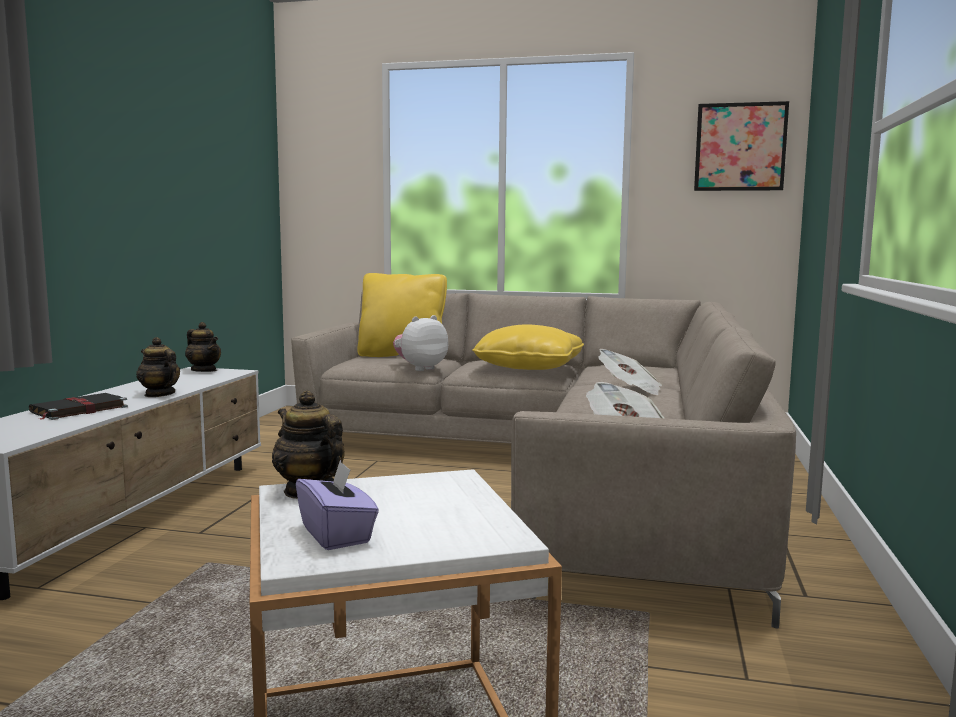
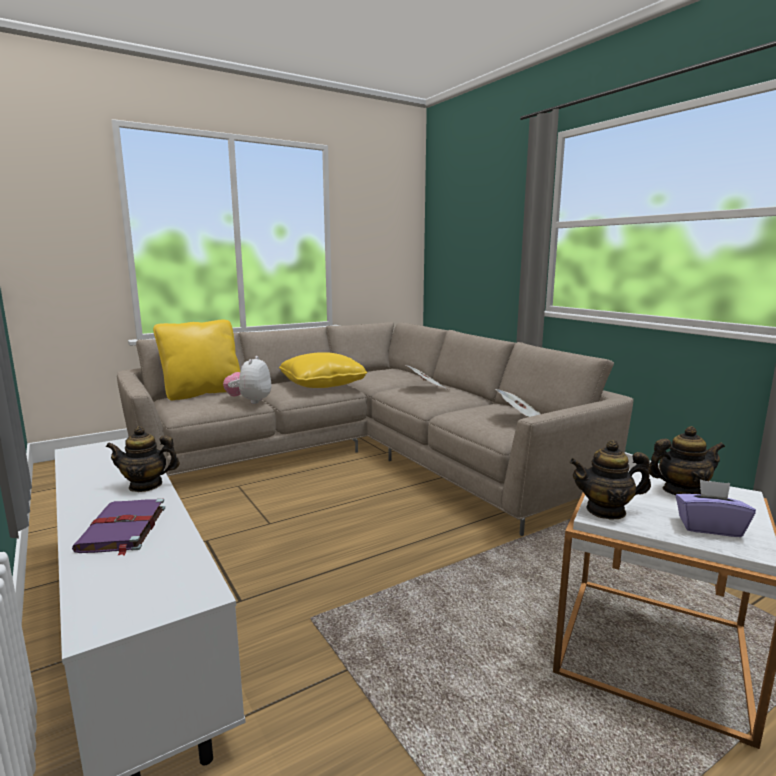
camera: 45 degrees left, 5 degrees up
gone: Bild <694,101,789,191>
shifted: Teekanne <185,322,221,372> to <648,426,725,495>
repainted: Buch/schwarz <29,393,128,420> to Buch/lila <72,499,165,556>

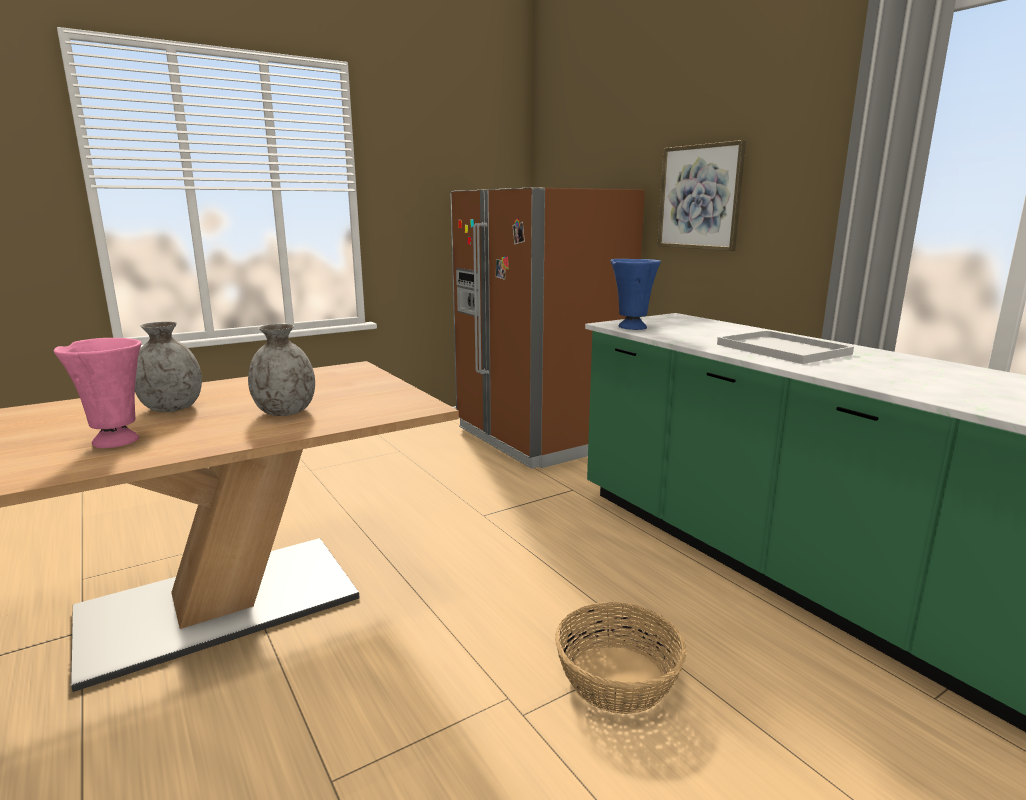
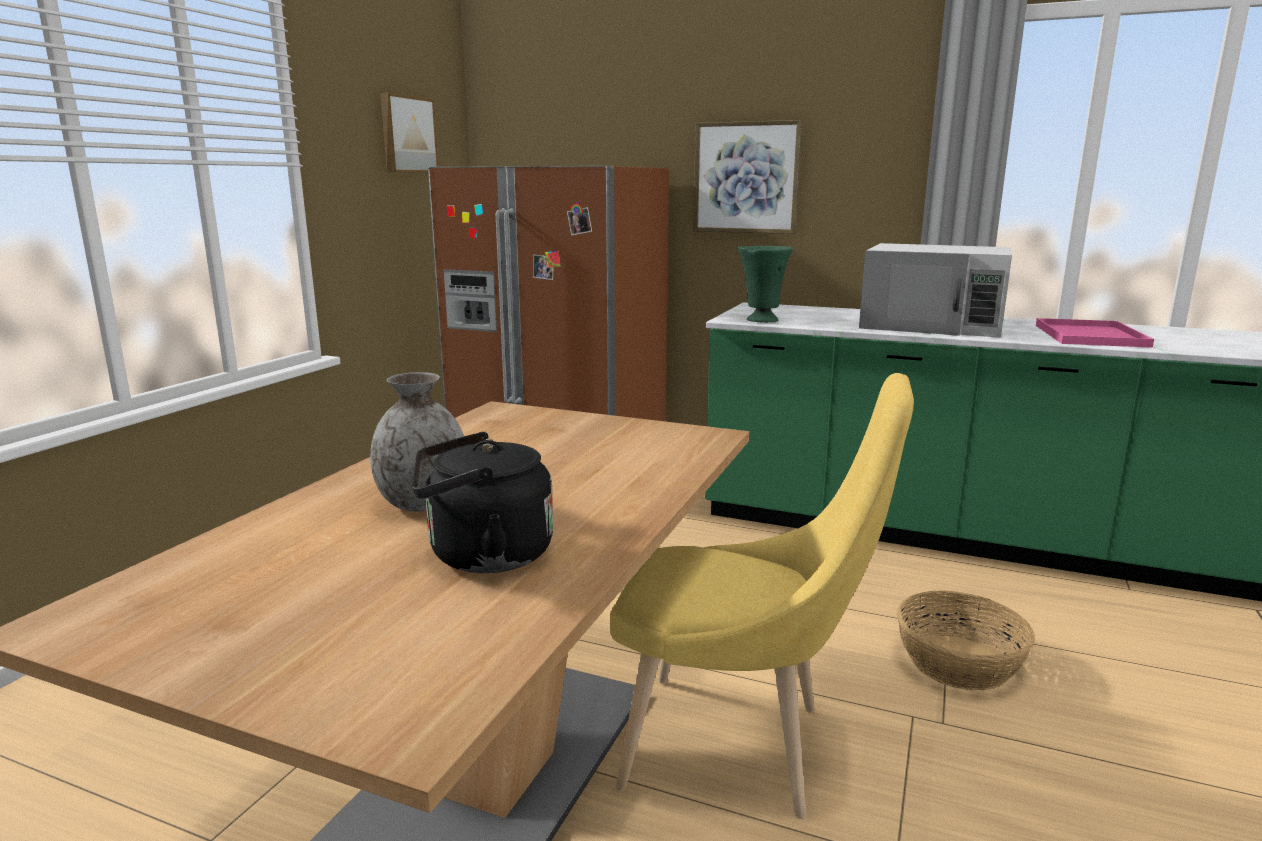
camera: 35 degrees left, 0 degrees up
gone: Vase/grau <248,324,315,416>
new: Bild <380,93,438,173>; Stuhl/gelb <609,373,914,819>; Tablett/rosa <1036,318,1154,348>
swapped: Vase/rosa <54,338,142,448> to Wasserkessel/schwarz <412,432,553,573>; Tablett/weiß <717,330,854,364> to Mikrowelle/weiß <859,243,1012,338>
repainted: Vase/blau <611,259,661,330> to Vase/grün <738,246,793,323>

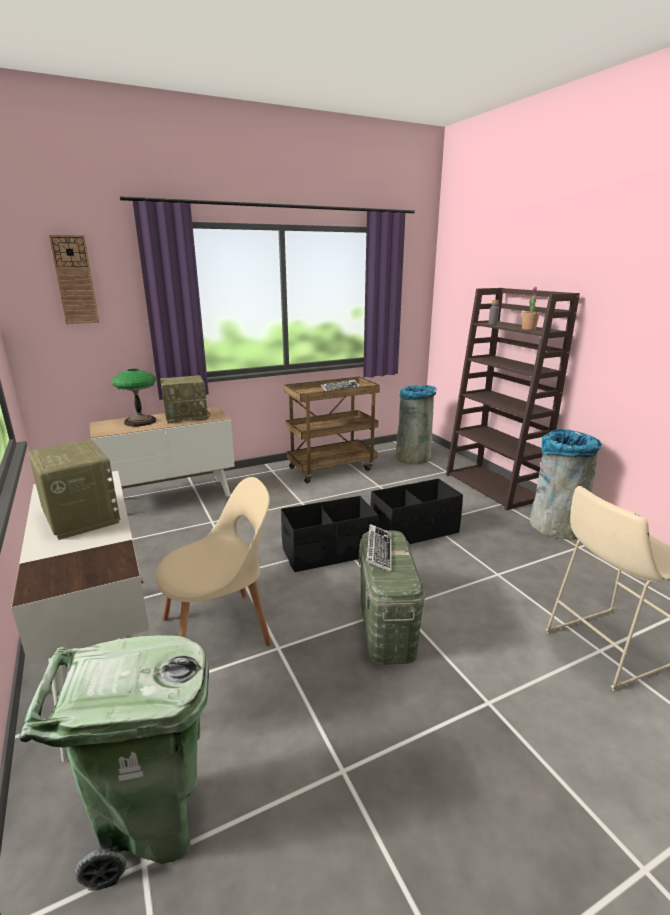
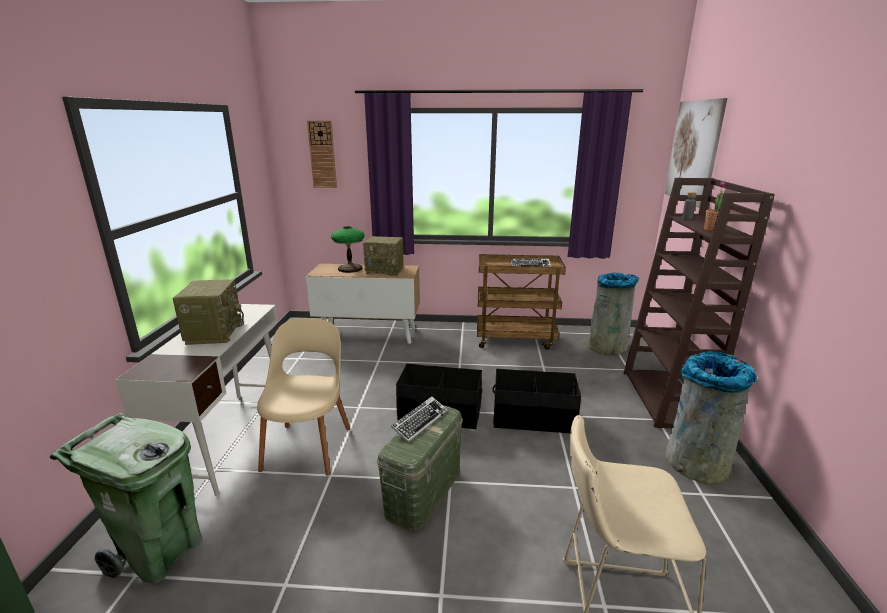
camera: 30 degrees right, 0 degrees up
new: Bild <665,98,728,208>
rotated: Stuhl/beige <156,477,271,646> = <257,318,350,476> 90 degrees counterclockwise

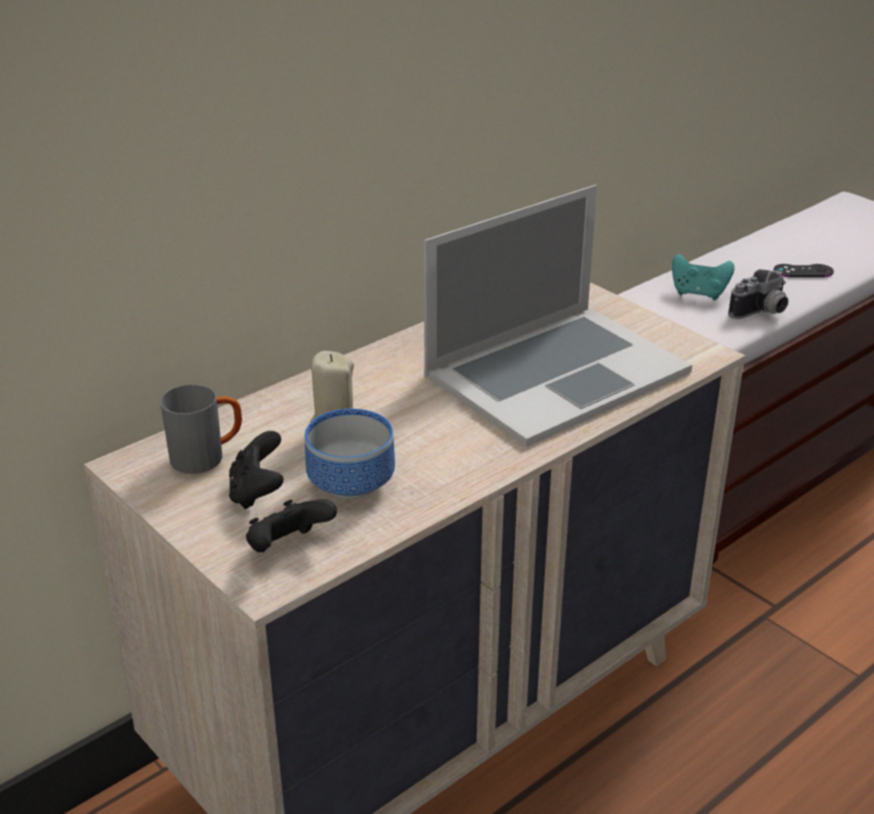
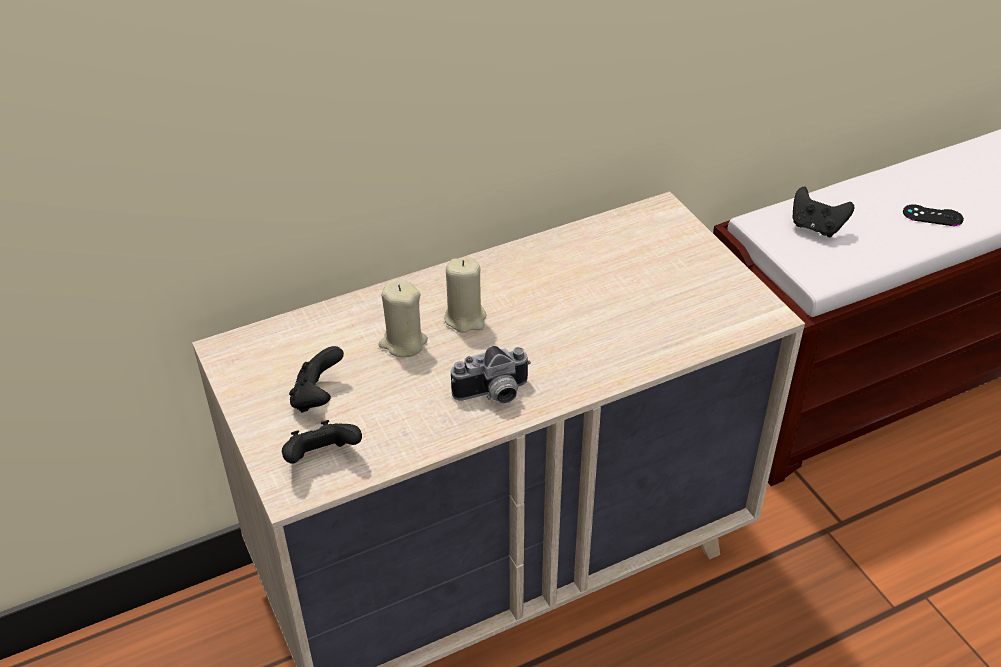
camera: 15 degrees right, 10 degrees up
gone: Henkelbecher/grau <160,384,242,474>; Schüssel <305,409,395,499>; Laptop <424,185,692,447>
new: Kerze/beige <444,257,487,333>
shifted: Kamera <728,269,788,319> to <451,346,531,403>
repainted: Gamepad/türkis <672,254,735,300> to Gamepad/schwarz <793,187,854,237>

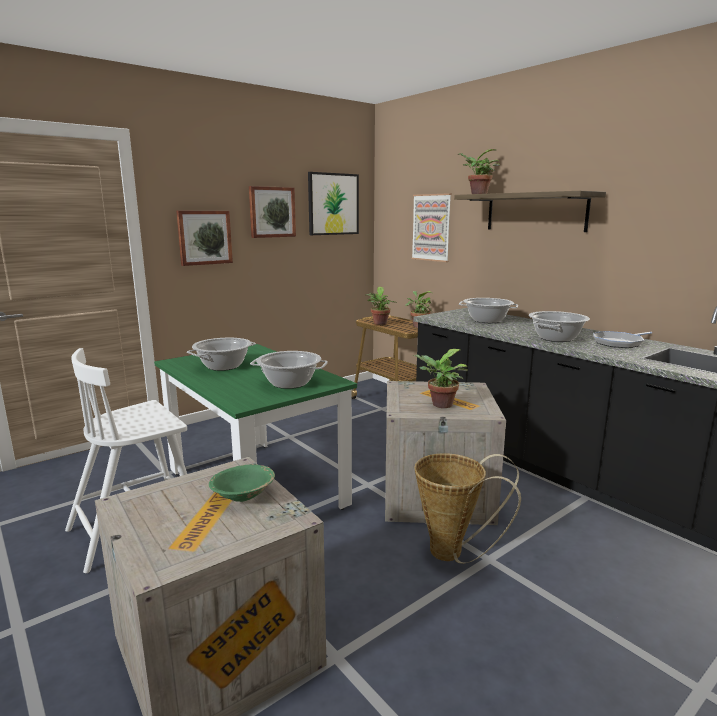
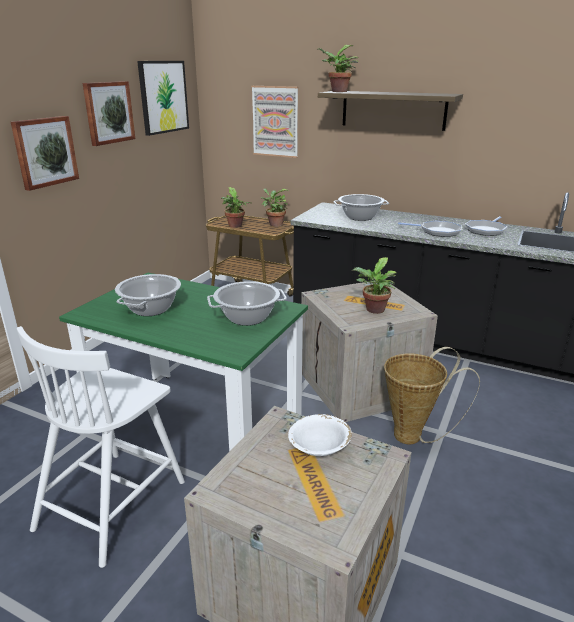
camera: 25 degrees left, 10 degrees up
swapped: Kochtopf <529,311,590,342> to Pfanne <398,221,462,237>
repainted: Schüssel/grün <209,464,275,502> to Schüssel/weiß <288,414,352,456>

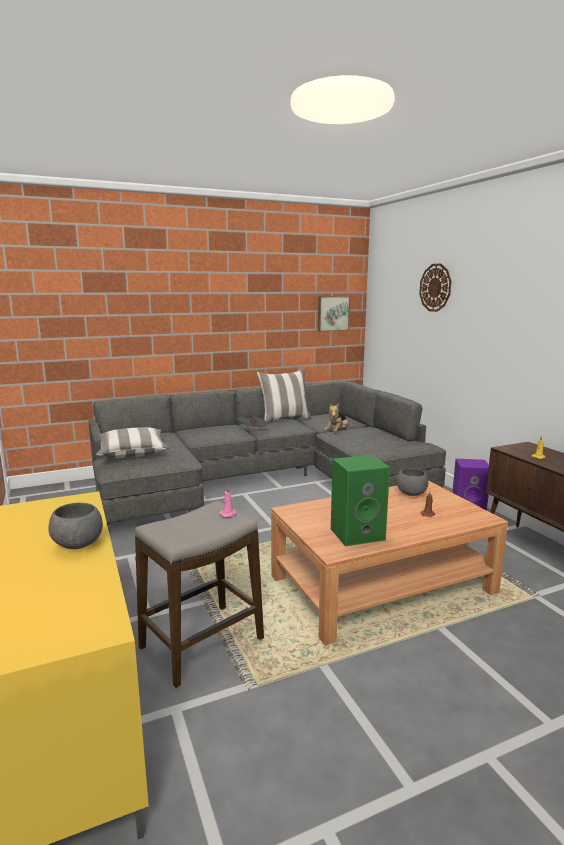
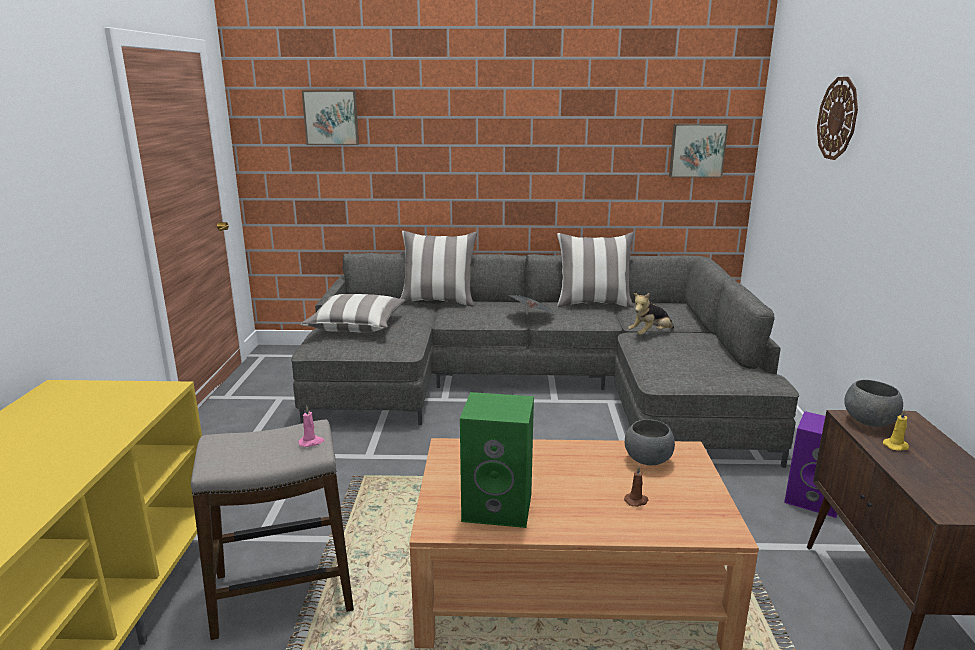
camera: 25 degrees right, 5 degrees up
new: Bild <302,90,359,145>; Kissen <400,231,477,307>
shifted: Schüssel/grau <48,503,103,549> to <844,380,903,427>

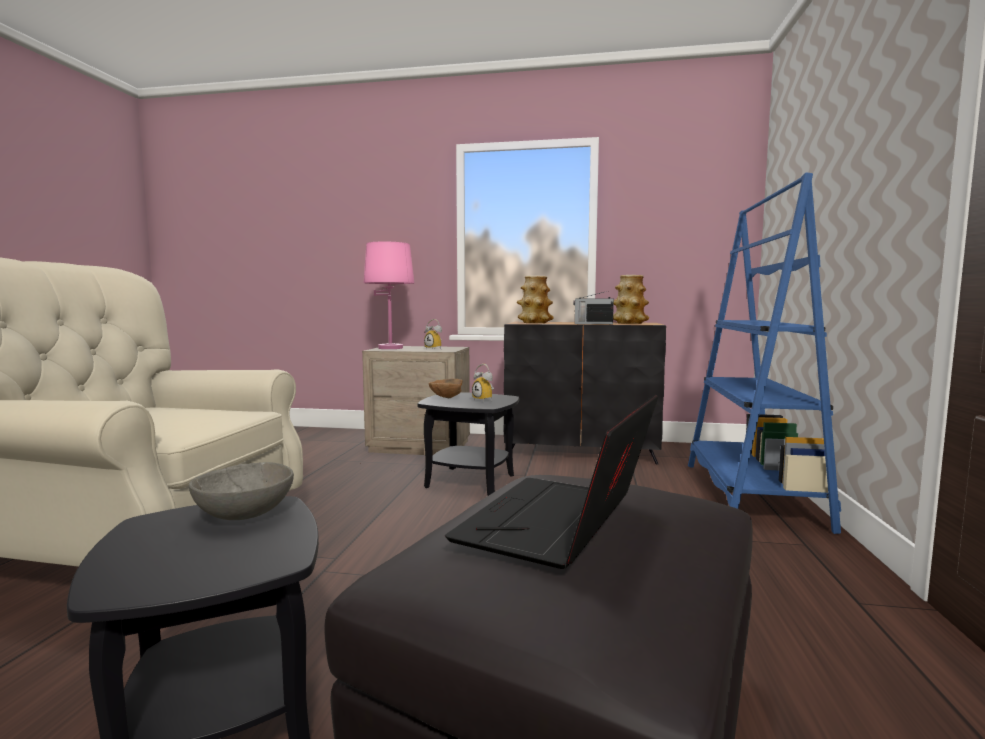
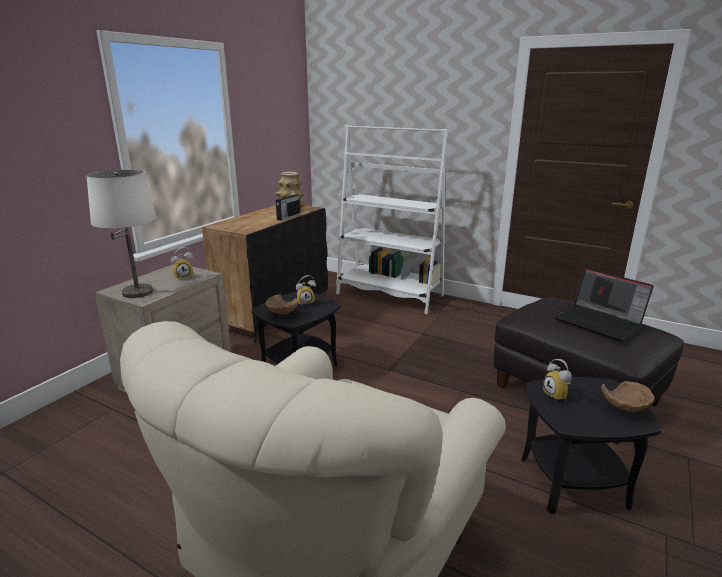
camera: 70 degrees left, 15 degrees up
gone: Vase <517,276,554,323>
new: Schüssel/braun <601,381,655,412>
swapped: Schüssel/grau <189,462,294,520> to Wecker <543,359,572,401>
repainted: Tischlampe/rosa <363,242,414,349> to Tischlampe/weiß <86,170,157,298>; Bücherregal/blau <688,172,841,534> to Bücherregal/weiß <336,125,448,314>

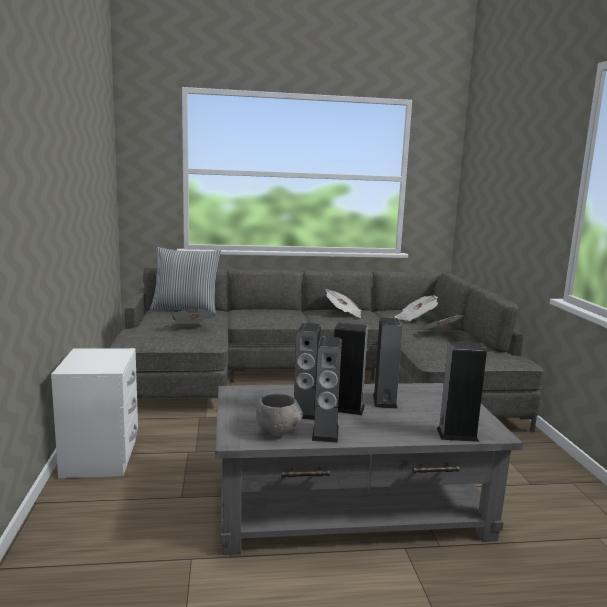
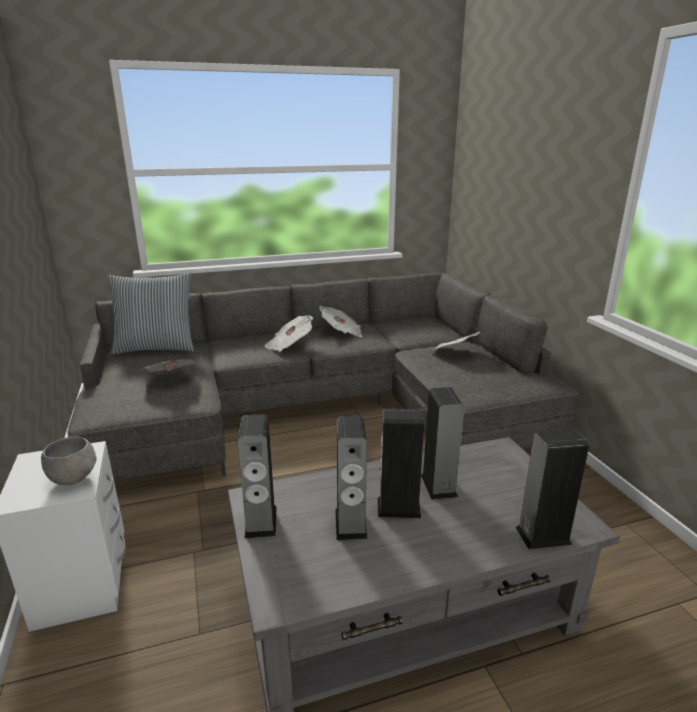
camera: 10 degrees left, 10 degrees up
shifted: Schüssel/grau <256,394,303,436> to <41,436,96,485>; Lautsprecher <312,337,342,443> to <238,414,277,538>; Zeitung <394,296,438,321> to <265,315,313,352>

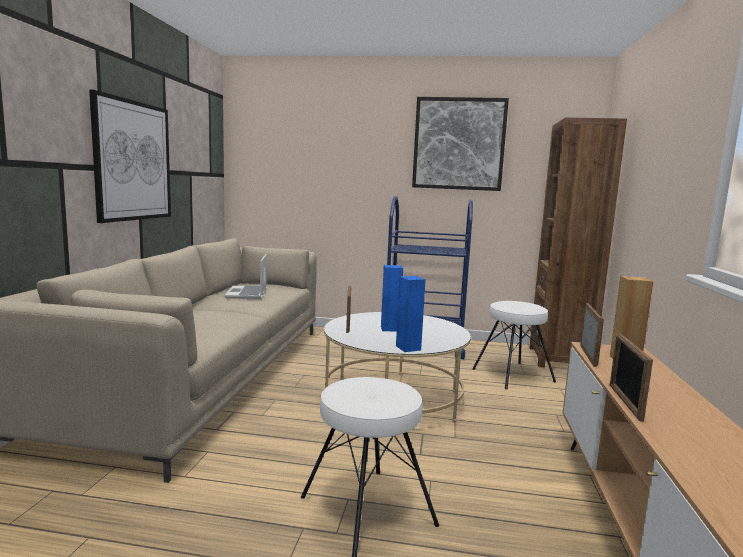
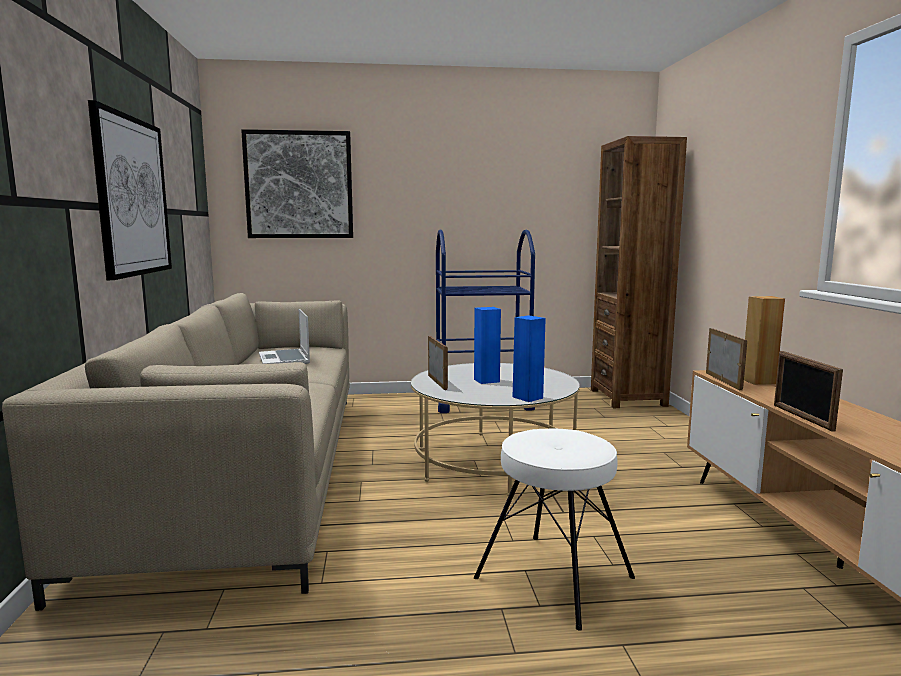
camera: 15 degrees left, 0 degrees up
gone: Hocker/weiß <473,301,556,389>
shifted: Bild <412,97,509,191> to <241,129,353,238>

